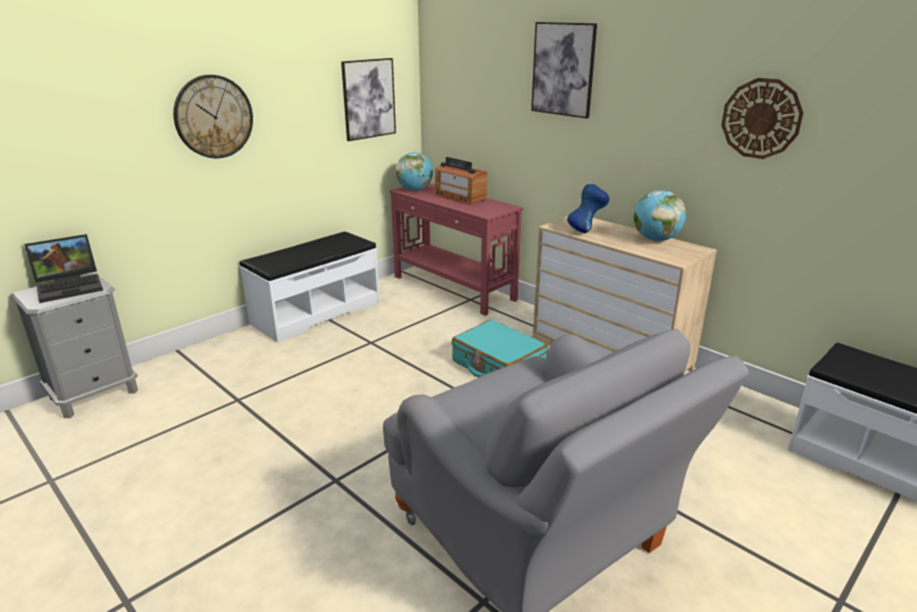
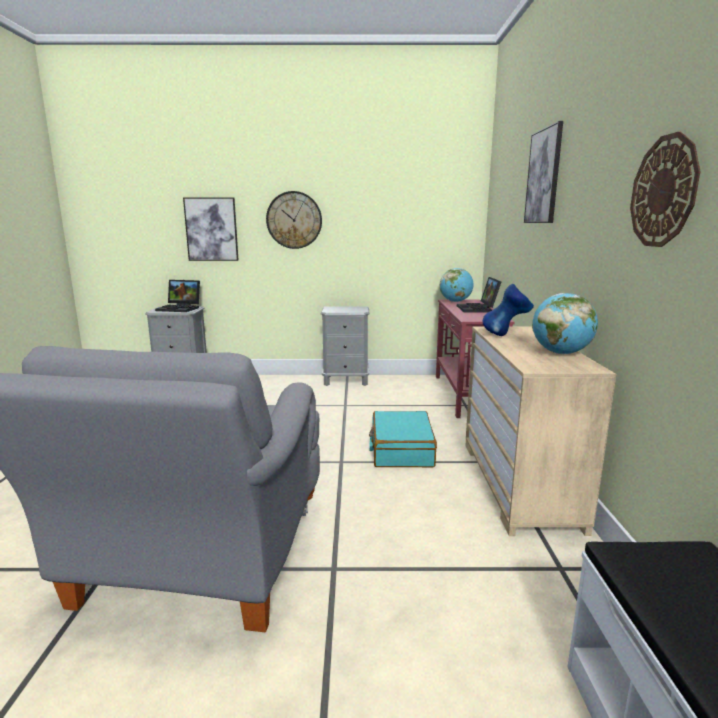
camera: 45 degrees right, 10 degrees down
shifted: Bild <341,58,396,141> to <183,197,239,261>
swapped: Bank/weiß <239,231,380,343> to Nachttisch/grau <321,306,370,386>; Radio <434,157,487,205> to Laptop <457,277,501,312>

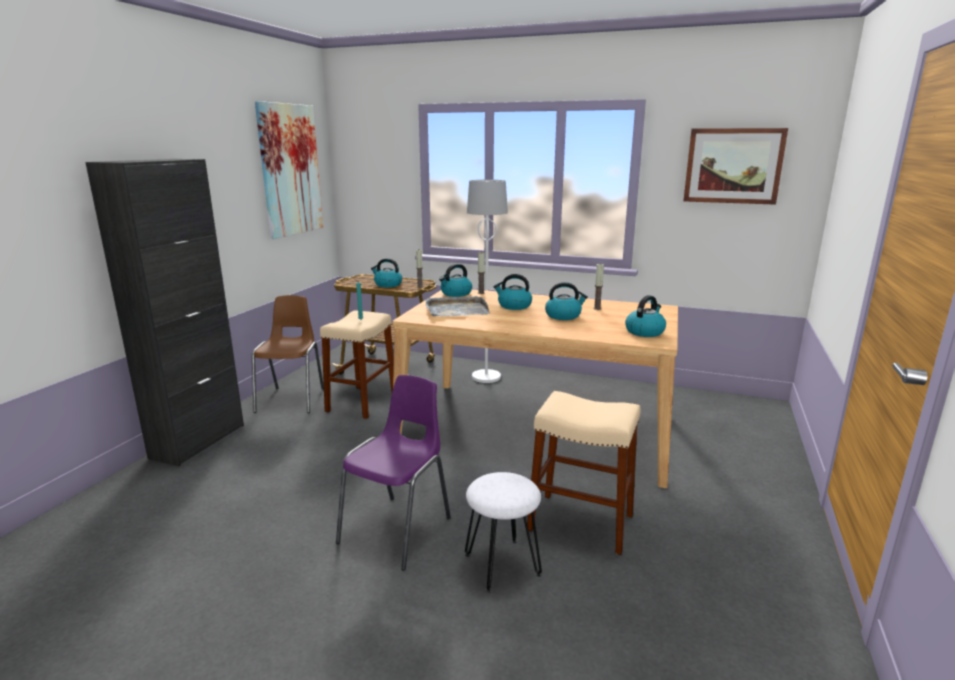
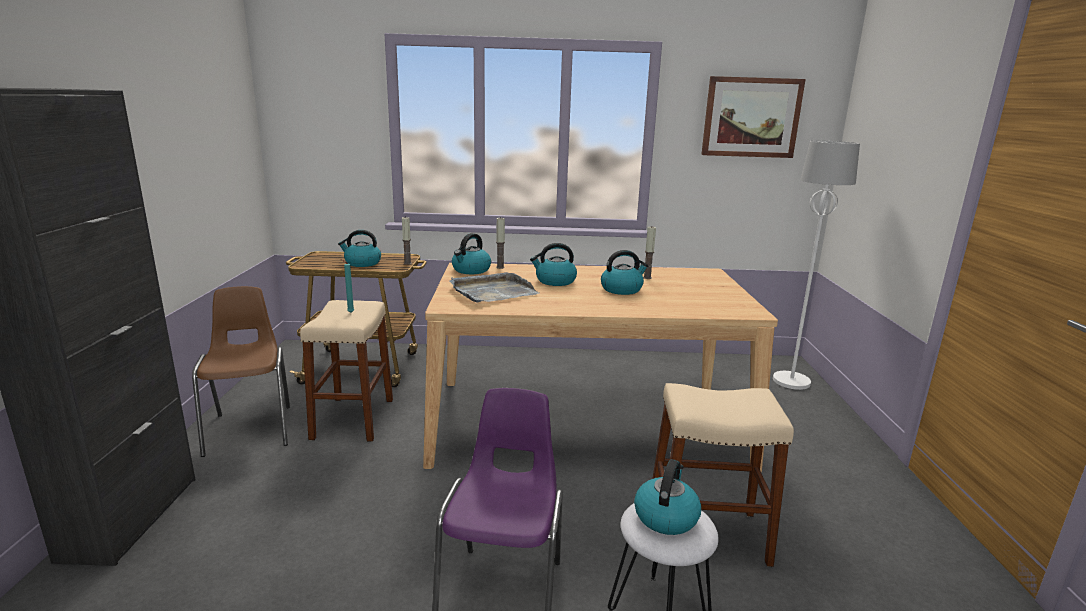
camera: 20 degrees left, 0 degrees up
gone: Bild <255,101,323,239>
shifted: Stehlampe/weiß <467,180,508,383> to <773,141,860,390>; Wasserkessel <625,295,666,337> to <634,459,701,535>

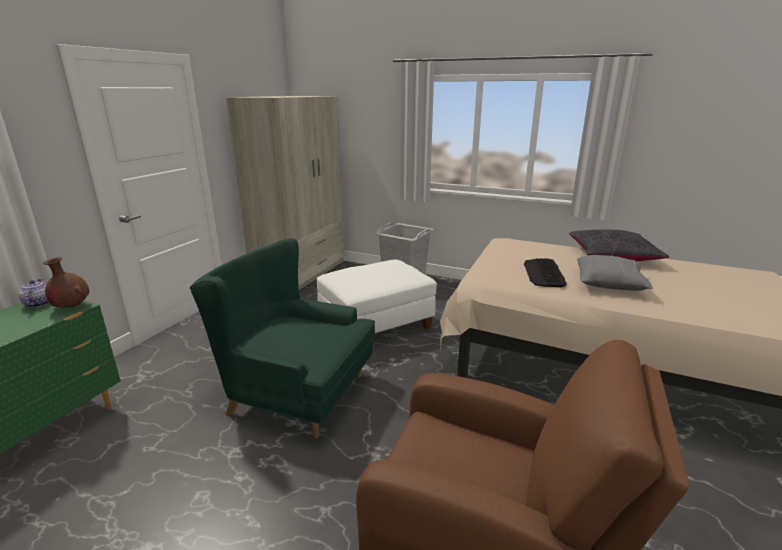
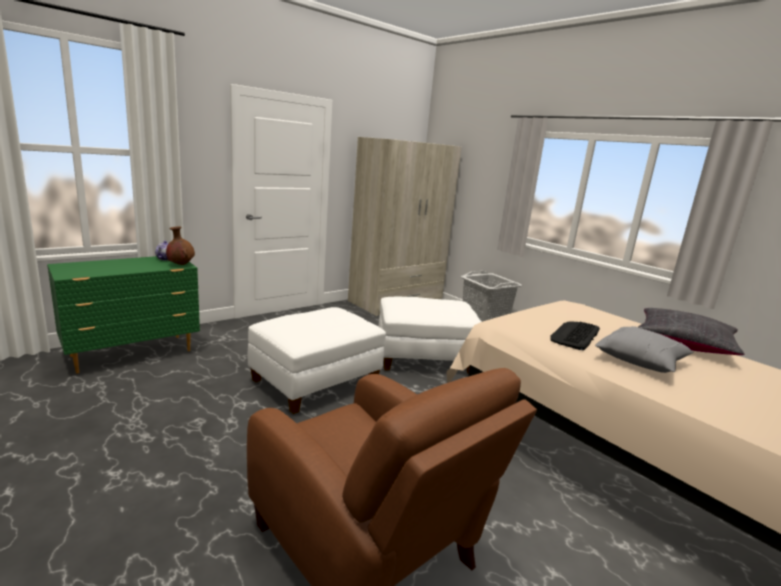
camera: 25 degrees right, 5 degrees down
swapped: Sessel/grün <190,238,375,438> to Polsterhocker/weiß <248,307,386,414>

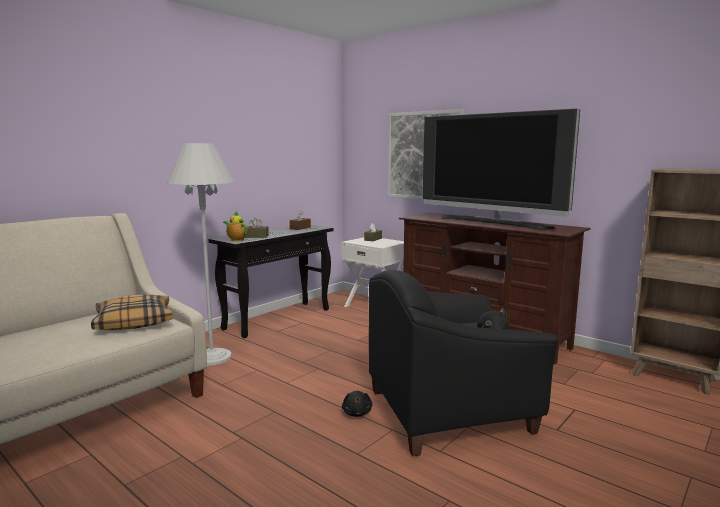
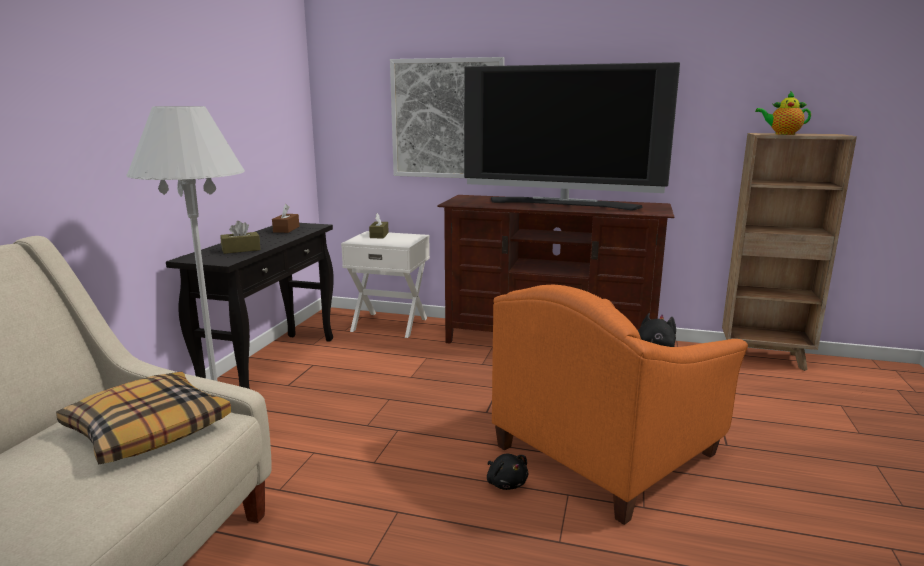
camera: 25 degrees left, 5 degrees up
shifted: Teekanne <223,212,248,241> to <755,91,811,135>
repainted: Sessel/schwarz <369,270,558,456> to Sessel/orange <492,285,748,525>

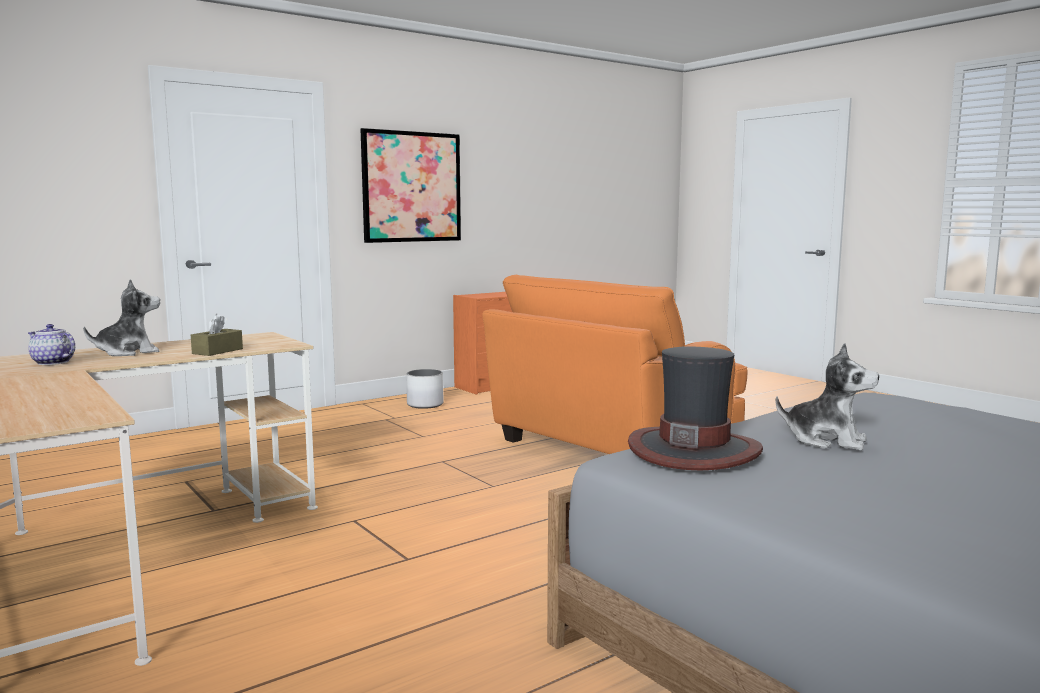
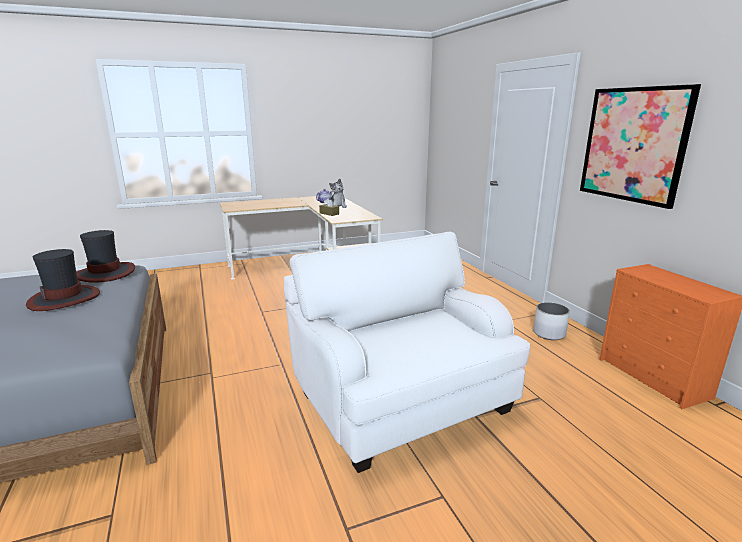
camera: 105 degrees right, 10 degrees up
swapped: Plüschtier <776,343,879,450> to Hut <26,249,100,311>
repainted: Sessel/orange <482,275,748,454> to Sessel/weiß <284,232,530,473>

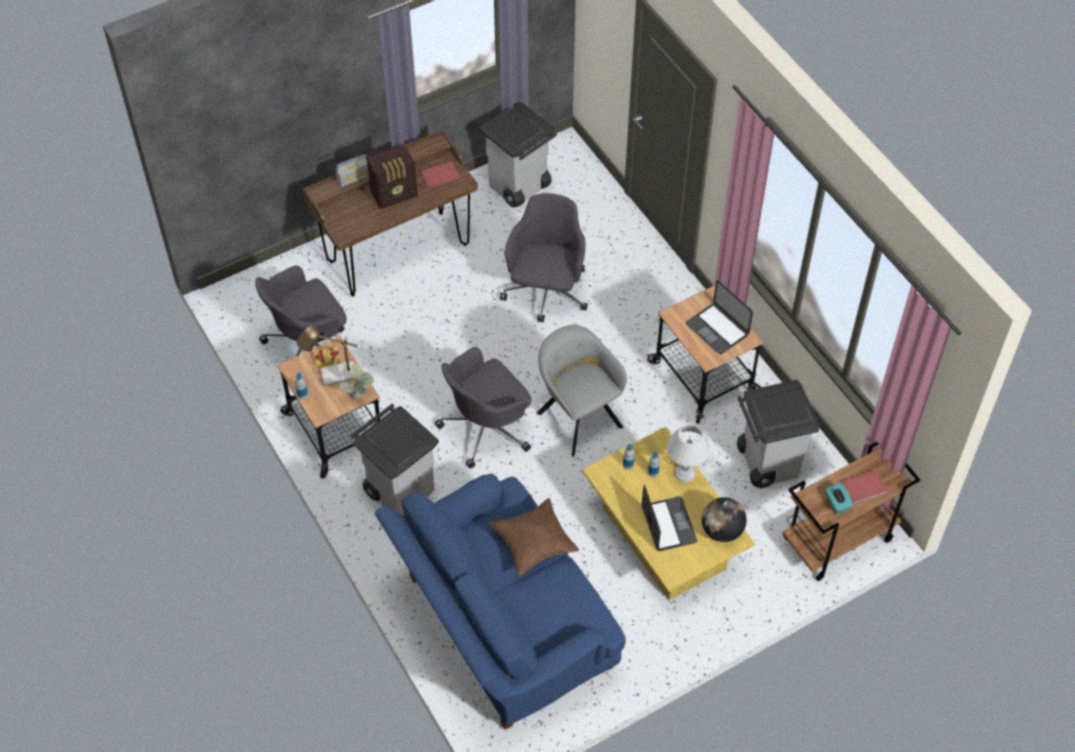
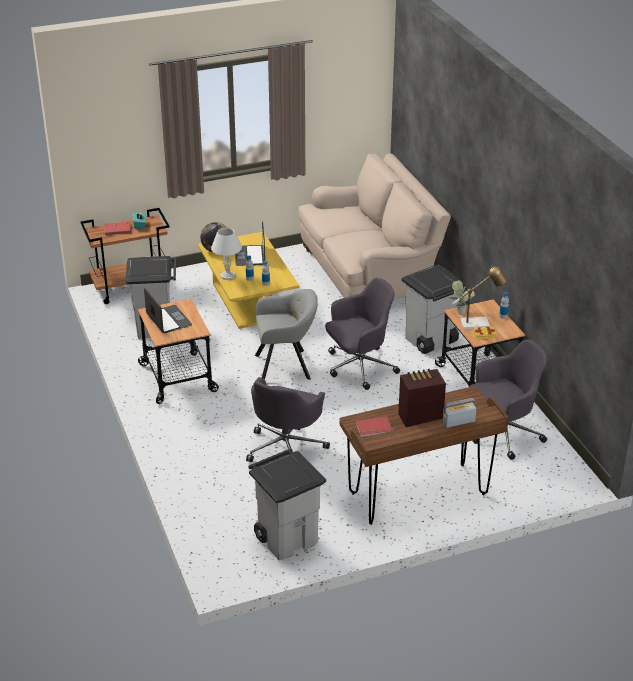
camera: 170 degrees left, 20 degrees down
gone: Kissen/braun <489,498,579,576>
repainted: Sofa/blau <375,474,626,730> to Sofa/beige <298,153,451,298>
rotated: Sessel/grau <537,325,627,456> = <255,289,318,380> 75 degrees counterclockwise

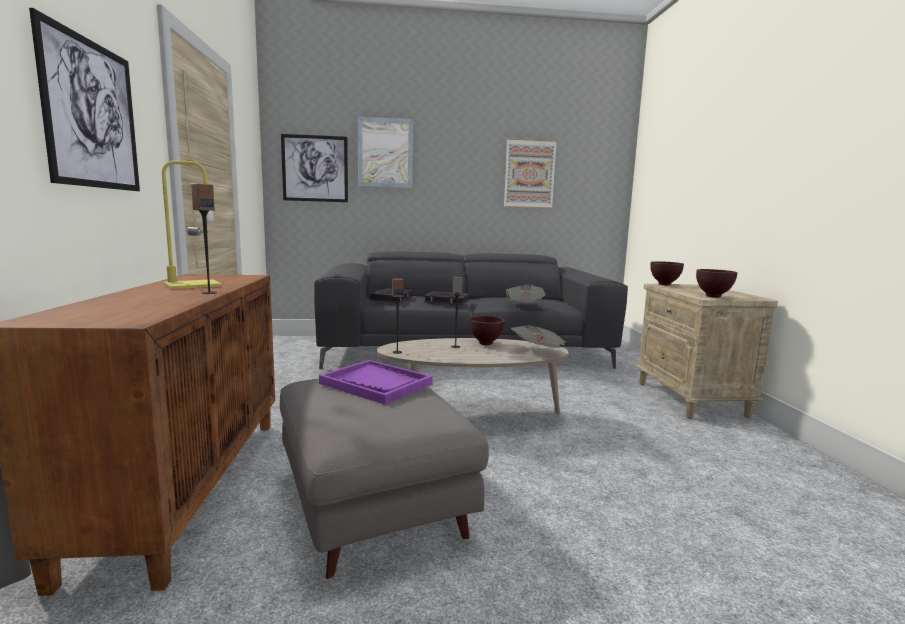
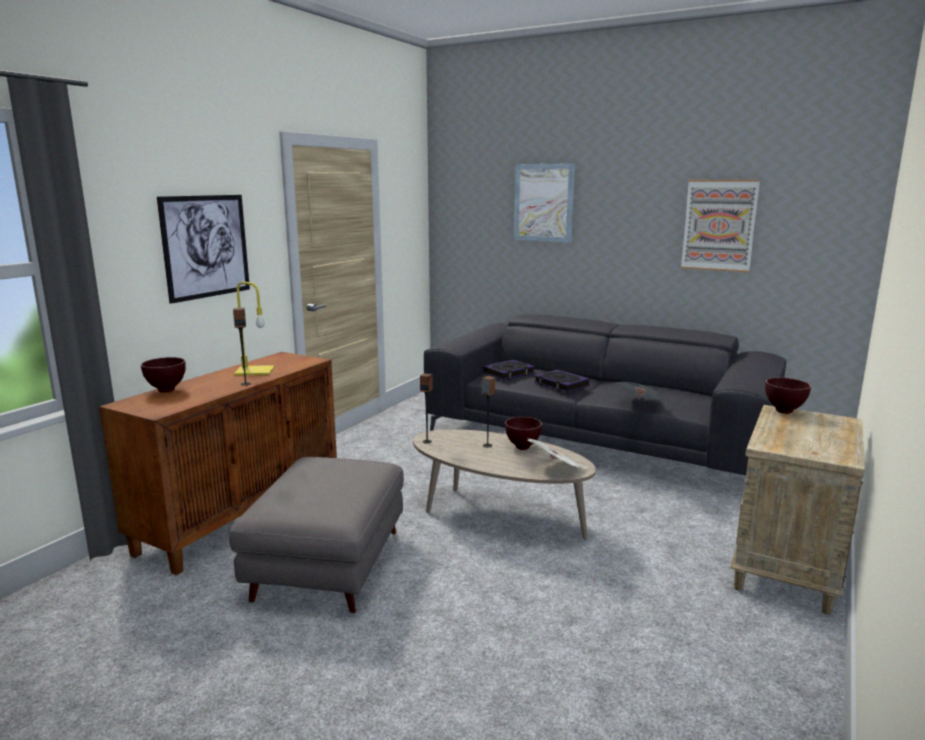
camera: 35 degrees right, 5 degrees up
gone: Bild <281,134,348,202>; Tablett/lila <319,360,433,405>
shifted: Schüssel/braun <696,269,737,298> to <141,357,186,393>

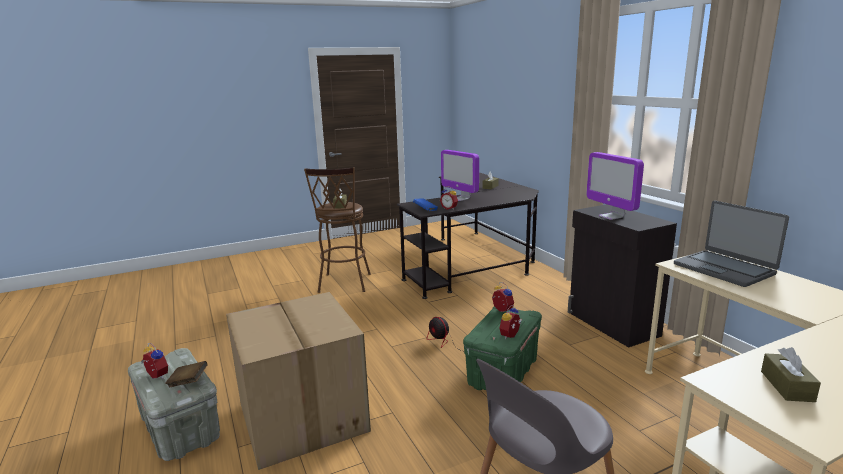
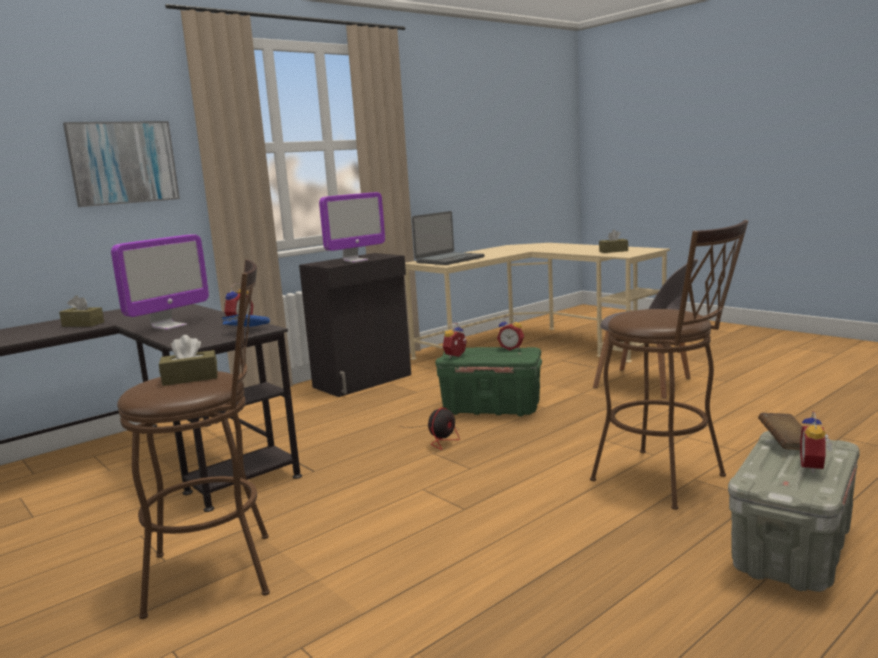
camera: 105 degrees left, 5 degrees down
new: Bild <63,121,180,207>
swapped: Karton <226,292,371,470> to Hocker/braun <590,220,748,510>

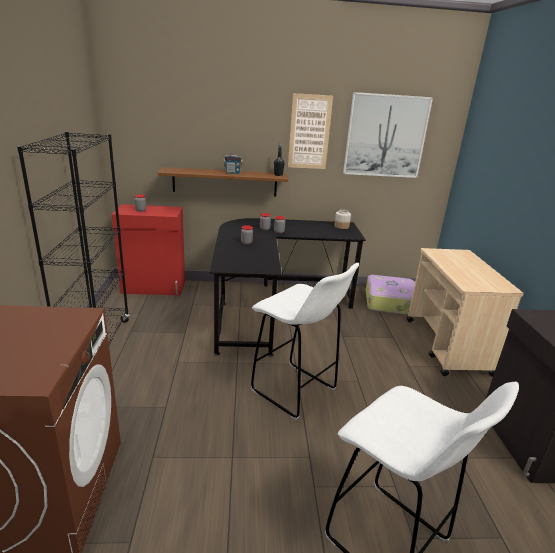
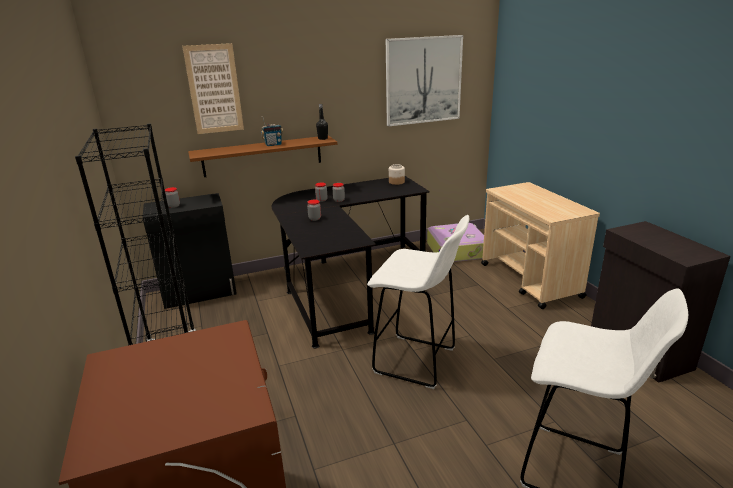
camera: 15 degrees left, 0 degrees up
shifted: Bild <288,93,333,169> to <182,43,244,134>
repainted: Schrank/rot <111,204,185,295> to Schrank/schwarz <142,193,236,309>

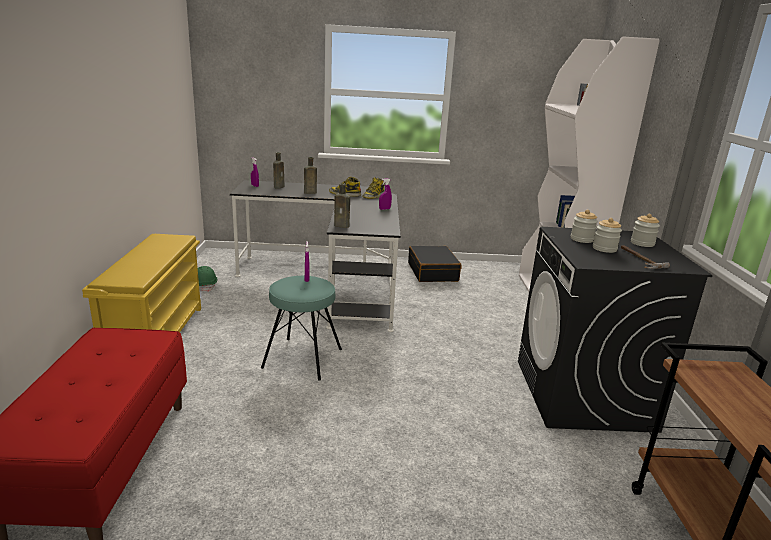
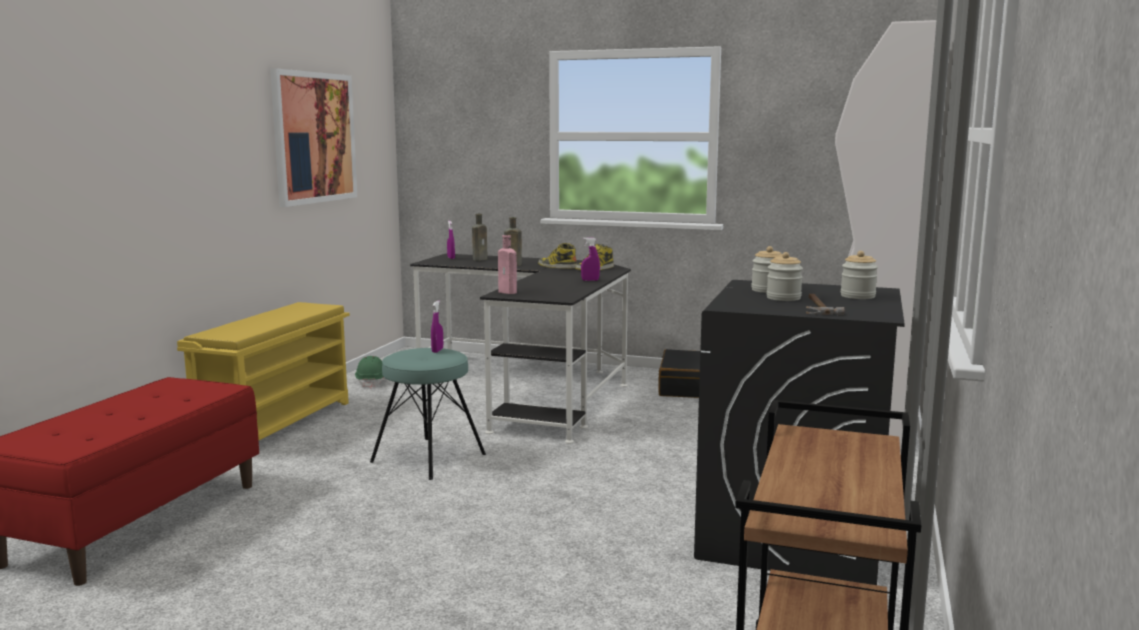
camera: 20 degrees right, 10 degrees down
new: Bild <270,68,357,207>
repainted: Flasche/braun <334,183,350,228> to Flasche/rosa <498,235,517,294>

